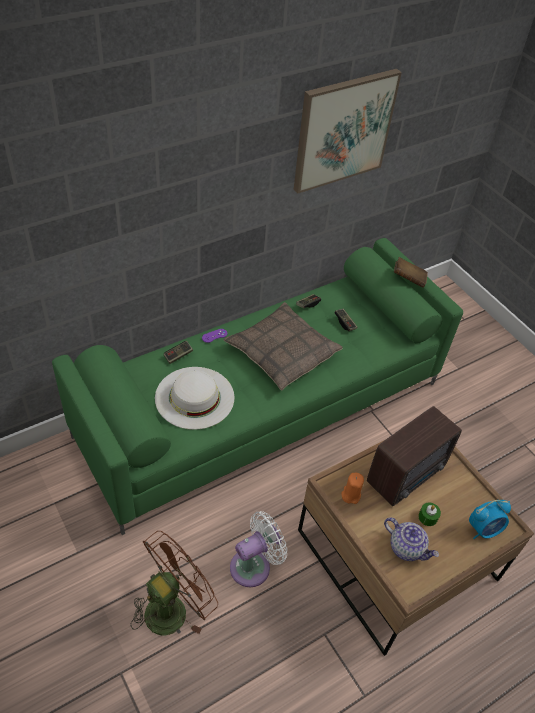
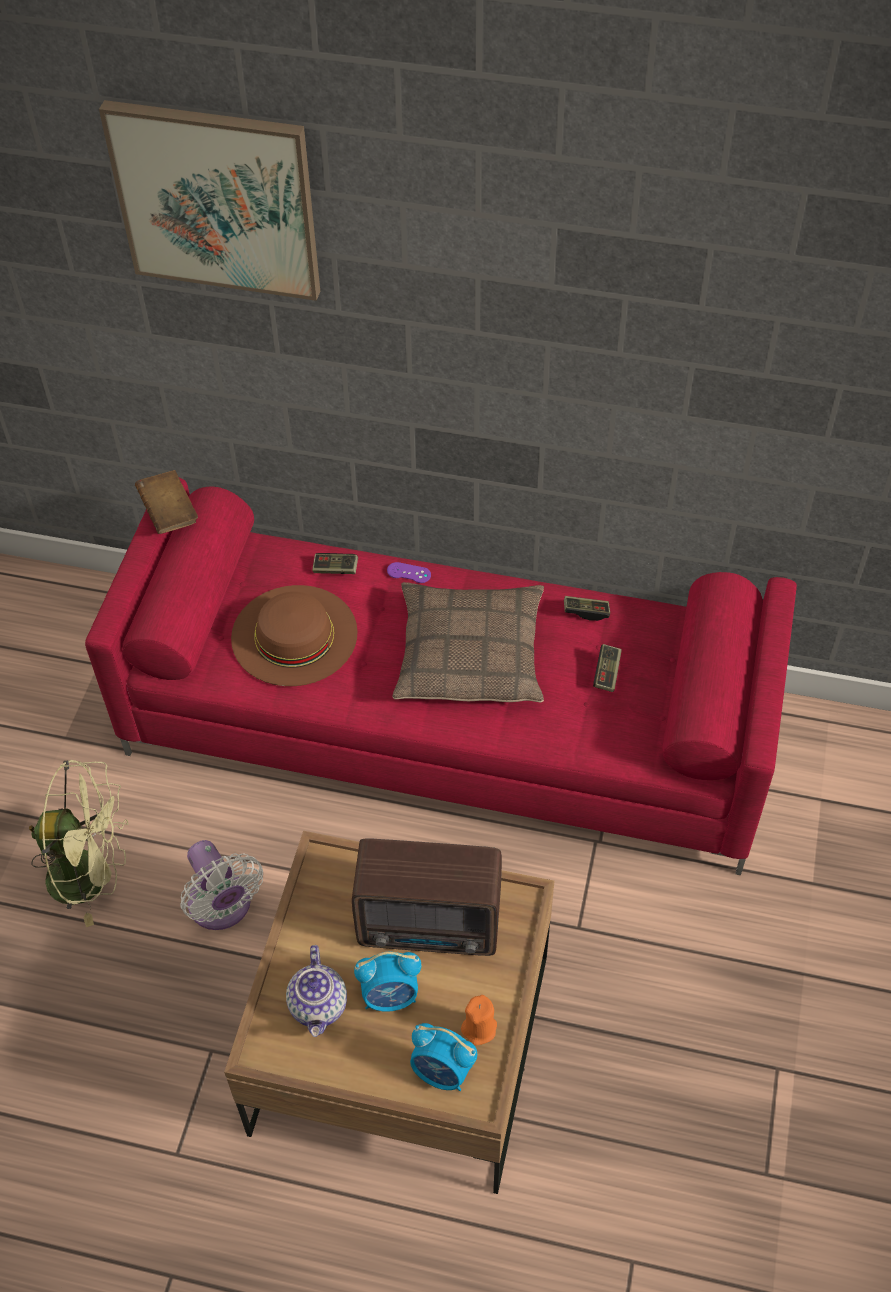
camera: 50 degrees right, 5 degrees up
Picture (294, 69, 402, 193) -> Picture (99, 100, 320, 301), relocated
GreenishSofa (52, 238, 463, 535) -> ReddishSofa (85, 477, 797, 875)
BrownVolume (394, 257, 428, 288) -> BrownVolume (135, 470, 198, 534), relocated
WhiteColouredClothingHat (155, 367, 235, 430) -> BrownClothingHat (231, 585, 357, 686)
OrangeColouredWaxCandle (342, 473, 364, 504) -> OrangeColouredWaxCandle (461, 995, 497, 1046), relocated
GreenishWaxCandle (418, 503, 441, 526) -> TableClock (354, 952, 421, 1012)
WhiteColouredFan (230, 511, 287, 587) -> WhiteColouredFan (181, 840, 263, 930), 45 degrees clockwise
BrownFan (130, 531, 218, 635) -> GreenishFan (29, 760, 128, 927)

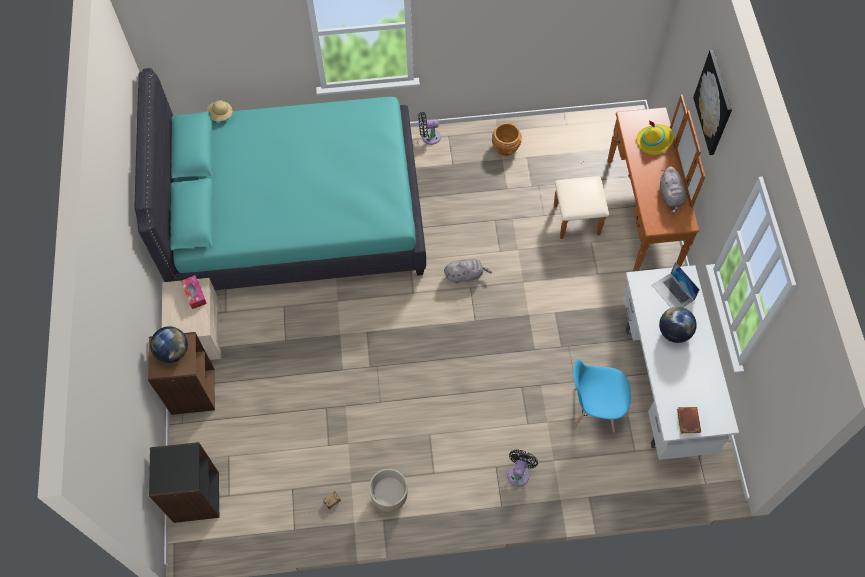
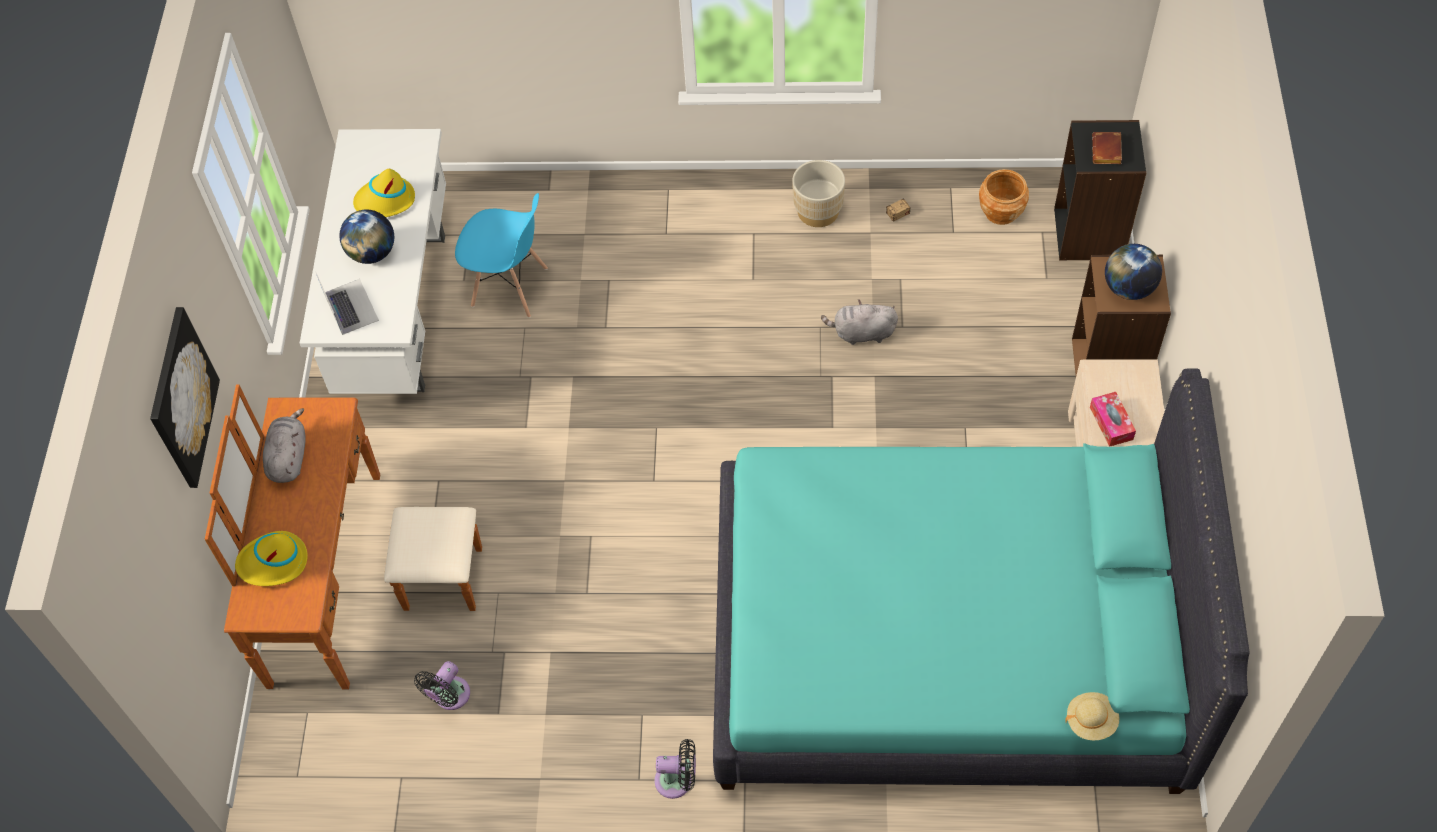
camera: 170 degrees left, 5 degrees down
BrownFlowerPot (492, 123, 522, 156) -> BrownFlowerPot (979, 169, 1029, 225), relocated
GrayCuddlyToy (444, 259, 492, 283) -> GrayCuddlyToy (821, 300, 898, 345), relocated
BrownVolume (677, 407, 701, 433) -> BrownVolume (1092, 132, 1122, 164), relocated
BlackColouredFan (508, 449, 538, 487) -> BlackColouredFan (414, 661, 470, 710), relocated
none -> YellowColouredClothingHat (353, 169, 415, 217)

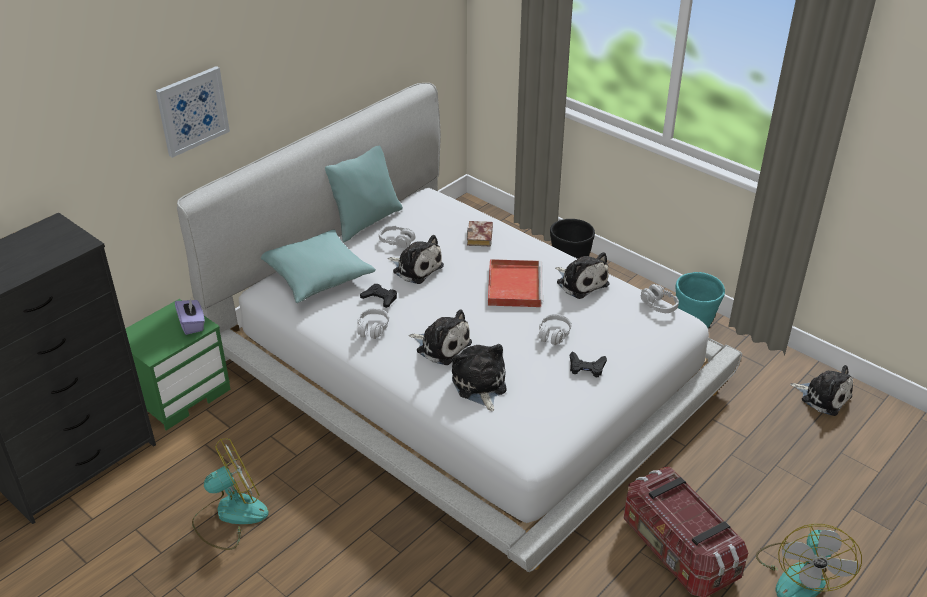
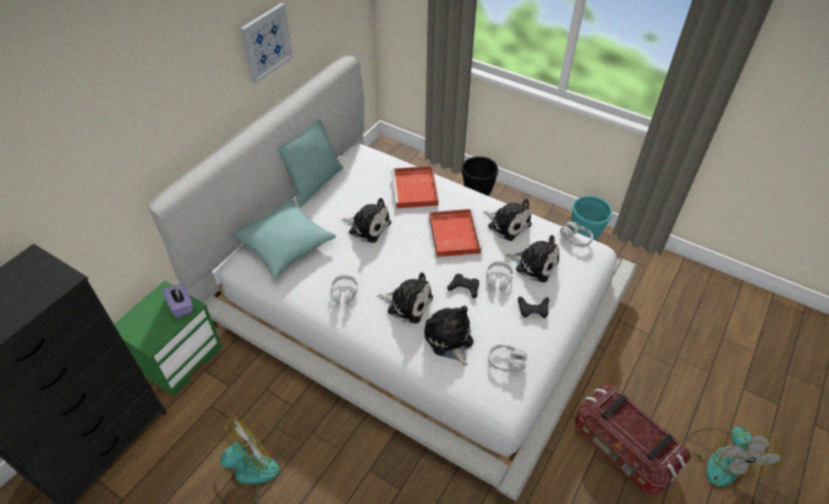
camera: 10 degrees left, 10 degrees up
Picture (156, 66, 230, 158) -> Picture (240, 3, 293, 84), relocated
Volume (467, 221, 493, 246) -> ReddishServingTray (391, 166, 439, 208)
GrayHeadphones (379, 225, 416, 248) -> GrayHeadphones (488, 344, 527, 372), relocated
BlackColouredJoypad (360, 284, 397, 308) -> BlackColouredJoypad (447, 274, 479, 298), relocated
CuddlyToy (790, 365, 853, 416) -> CuddlyToy (506, 235, 559, 283), relocated

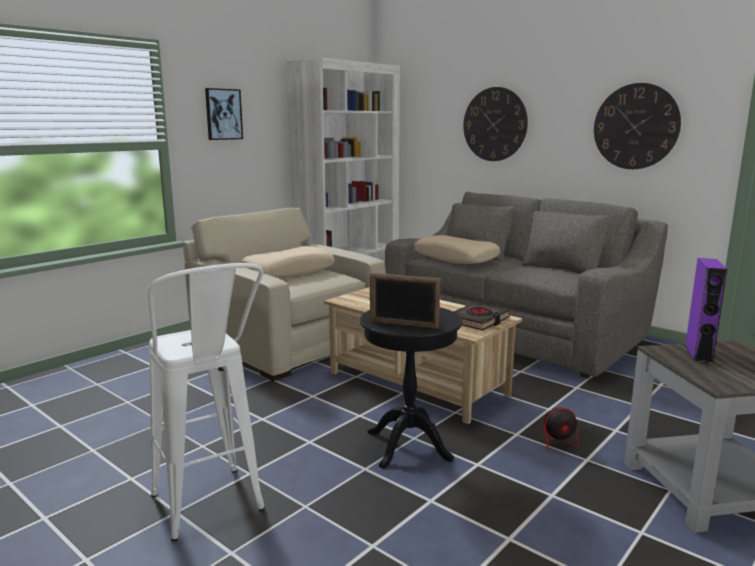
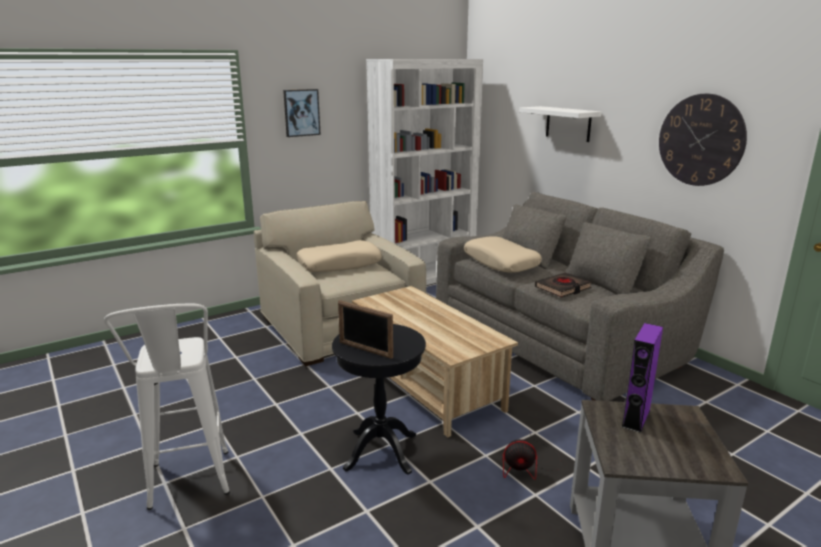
camera: 15 degrees right, 5 degrees up
HangingClock (463, 87, 528, 161) -> WhiteColouredShelf (519, 106, 602, 142)
BlackColouredVolume (453, 302, 510, 331) -> BlackColouredVolume (535, 272, 592, 298), relocated

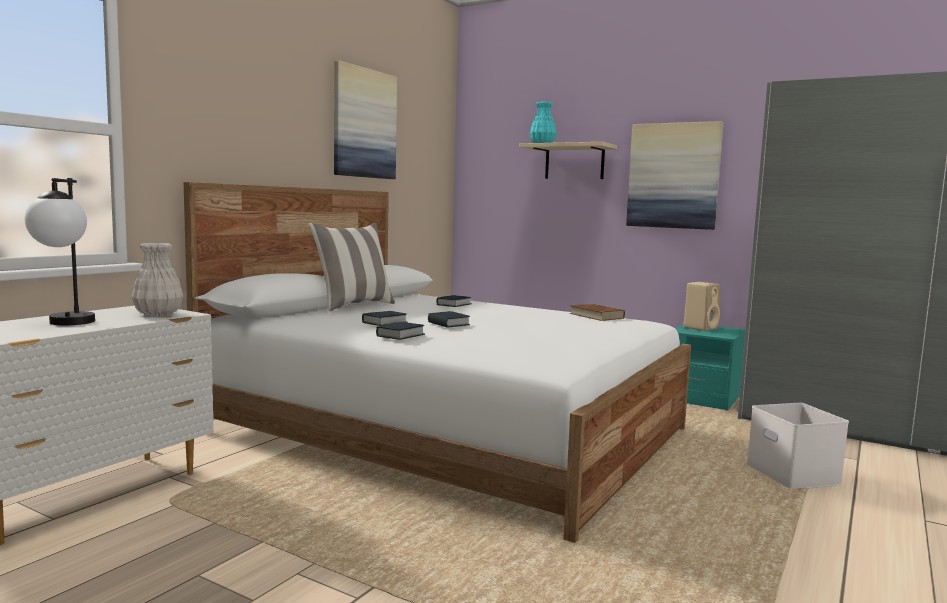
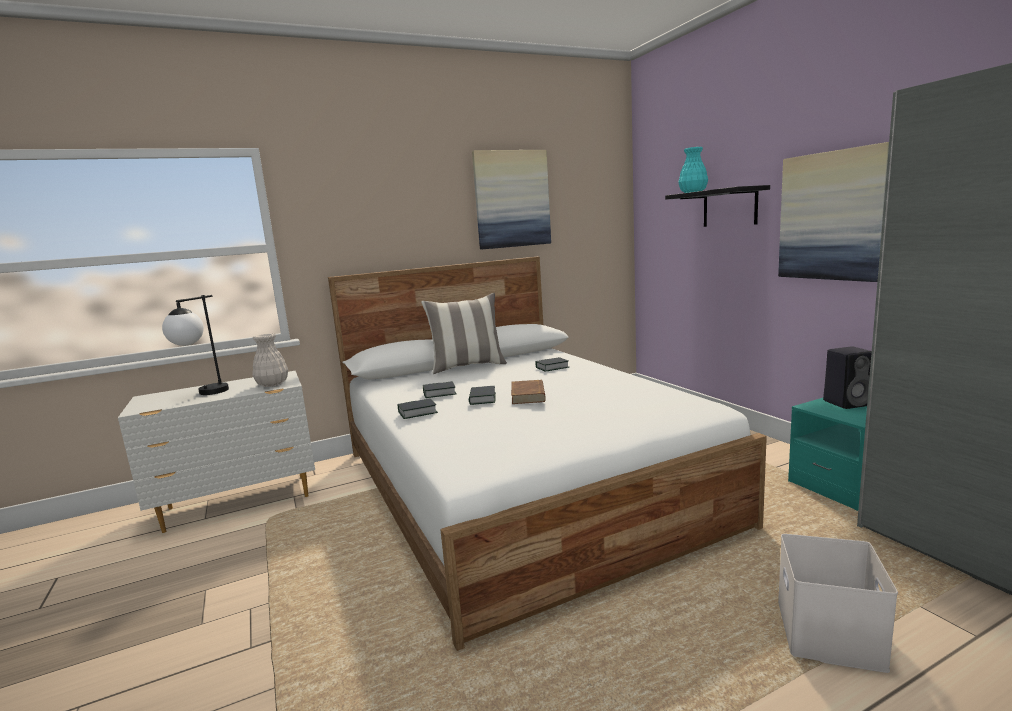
camera: 35 degrees right, 5 degrees up
SandColouredShelf (519, 142, 617, 179) -> BlackColouredShelf (665, 185, 770, 227)
SandColouredAudioSpeaker (683, 282, 720, 331) -> BlackColouredAudioSpeaker (823, 347, 872, 409)
BrownVolume (570, 304, 625, 321) -> BrownVolume (511, 380, 546, 404), relocated

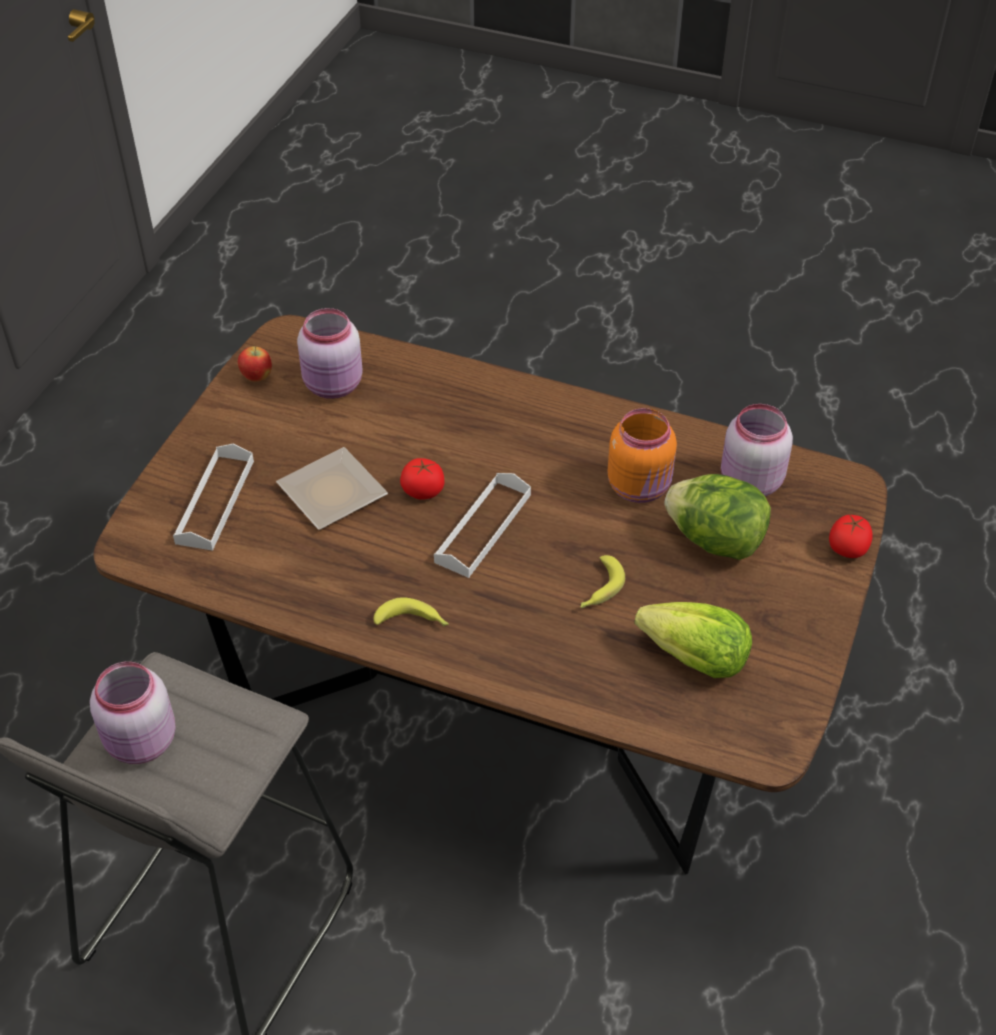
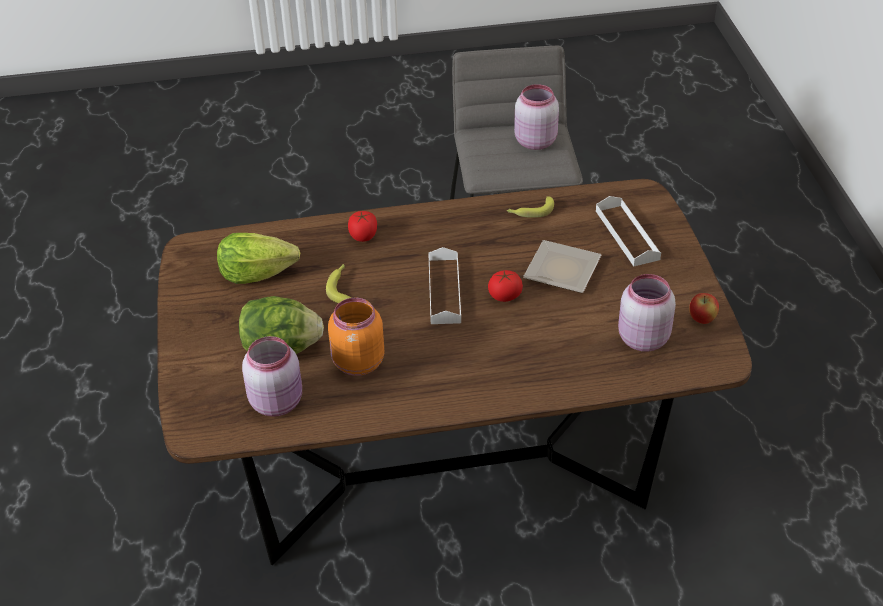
camera: 150 degrees right, 5 degrees down
FreshTomato (829, 515, 873, 558) -> FreshTomato (348, 211, 377, 242), relocated
Banana (373, 597, 449, 627) -> Banana (507, 196, 554, 218), relocated

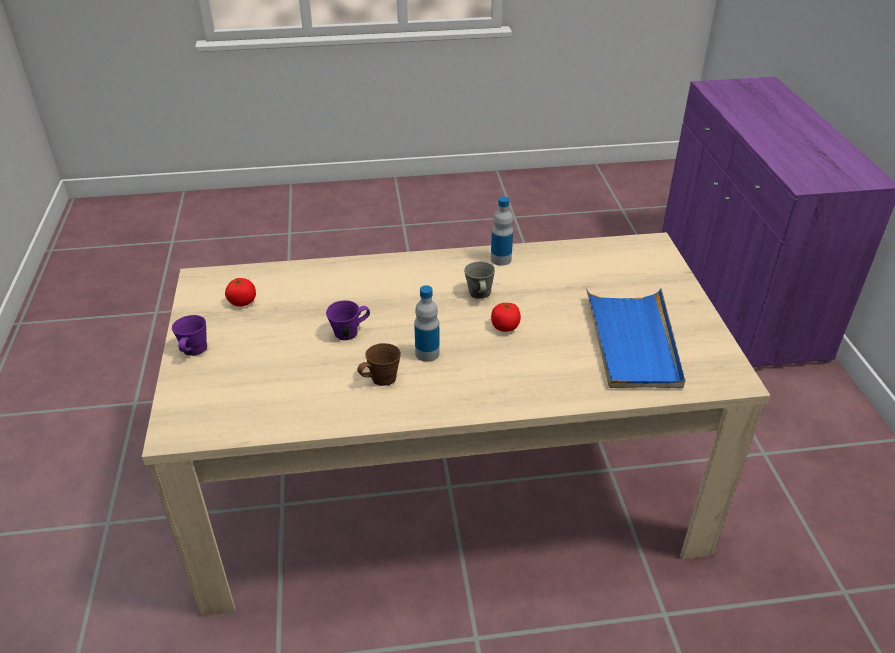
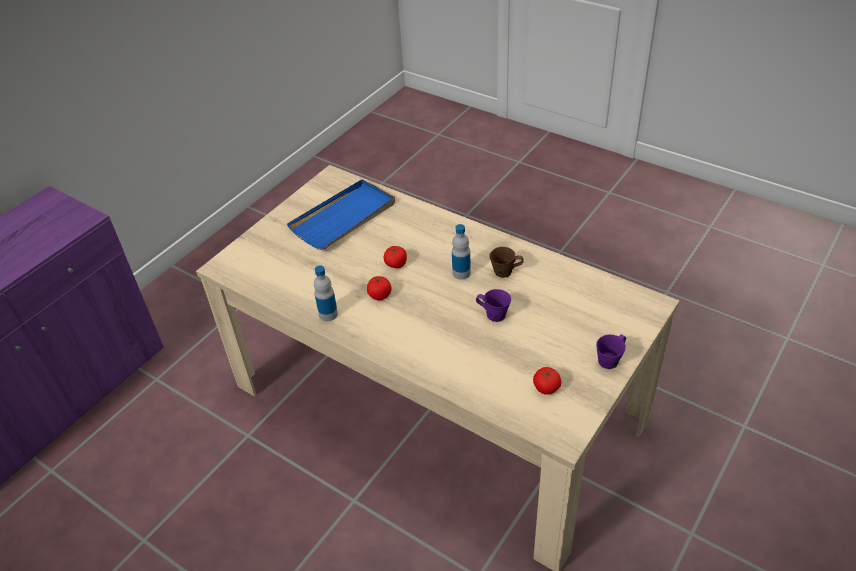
camera: 135 degrees left, 5 degrees up
GrayMug (464, 261, 495, 299) -> FreshTomato (367, 276, 392, 300)

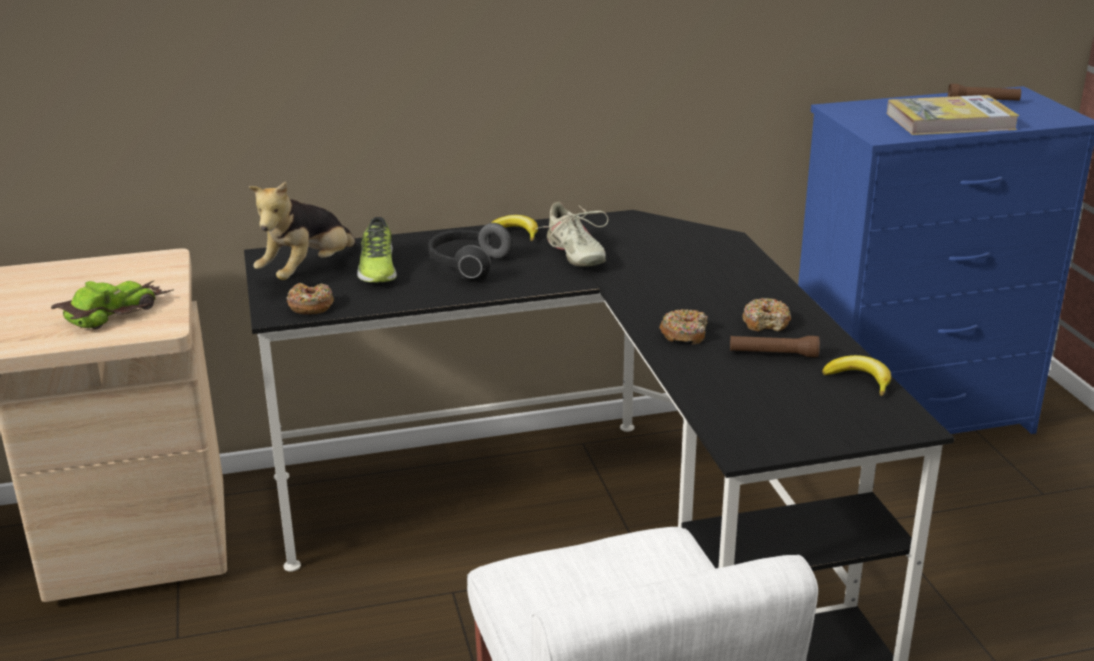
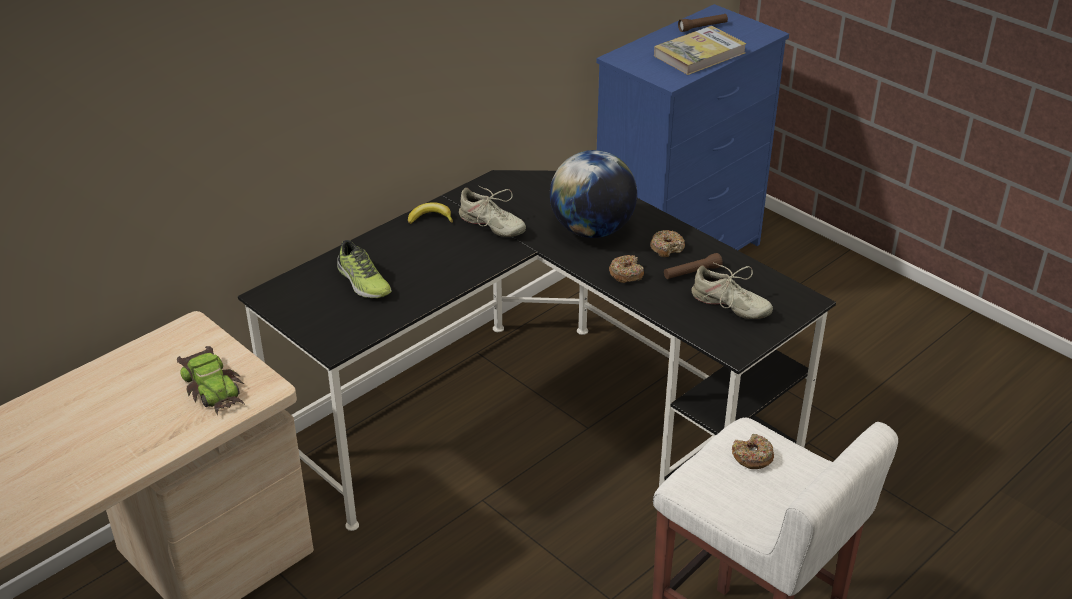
camera: 30 degrees left, 10 degrees up
CuddlyToy (249, 181, 357, 280) -> none
Headphones (429, 223, 512, 281) -> none
ToyCar (51, 281, 174, 329) -> ToyCar (177, 346, 245, 415), 135 degrees clockwise
RingDoughnut (287, 283, 334, 315) -> RingDoughnut (732, 434, 774, 469), relocated
Banana (822, 355, 891, 396) -> none
none -> WorldGlobe (550, 150, 637, 238)
none -> SandColouredLowShoe (692, 262, 773, 319)

